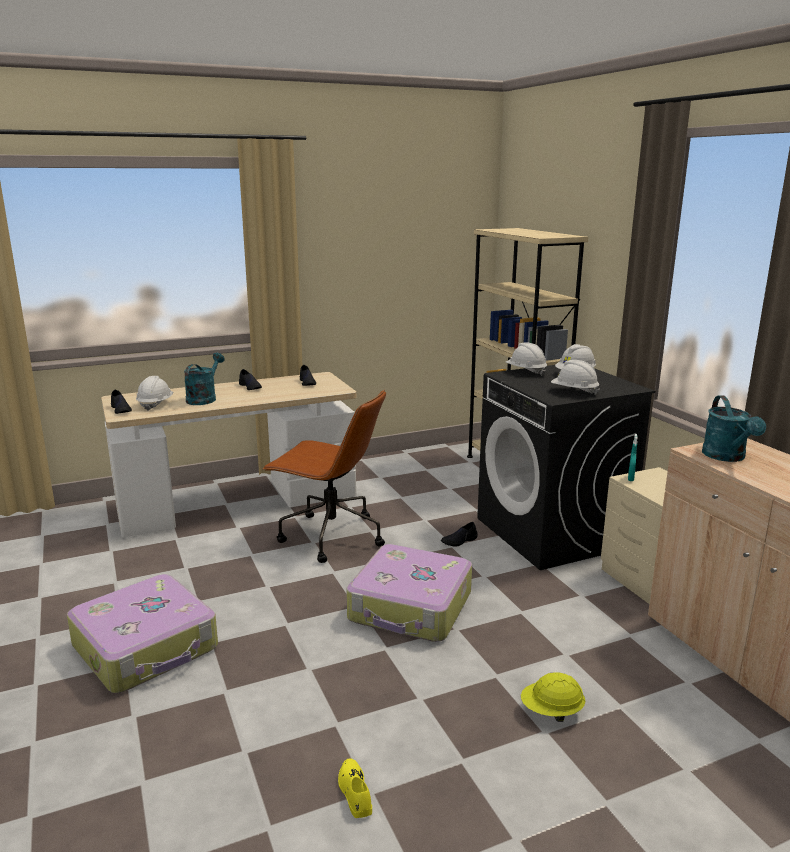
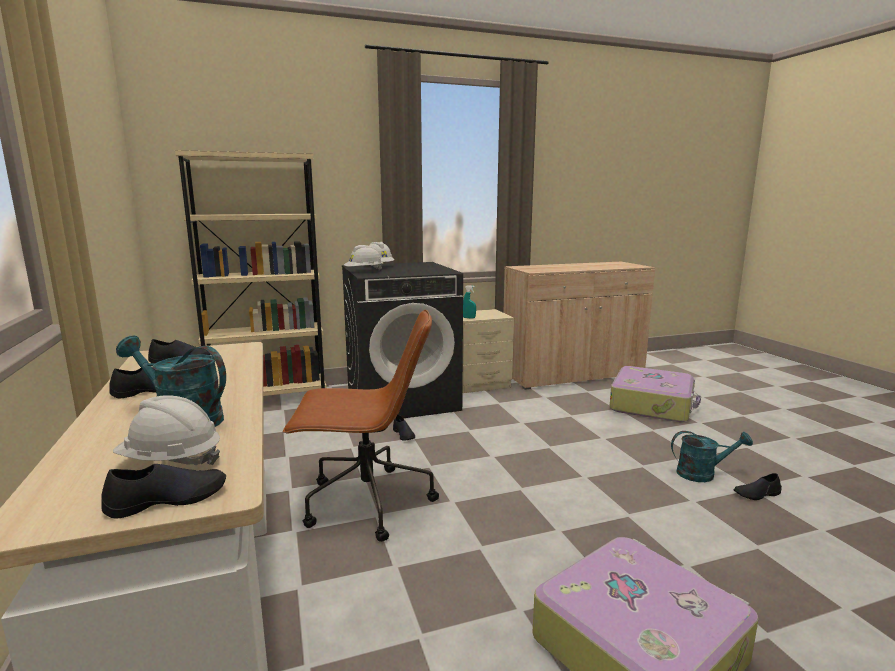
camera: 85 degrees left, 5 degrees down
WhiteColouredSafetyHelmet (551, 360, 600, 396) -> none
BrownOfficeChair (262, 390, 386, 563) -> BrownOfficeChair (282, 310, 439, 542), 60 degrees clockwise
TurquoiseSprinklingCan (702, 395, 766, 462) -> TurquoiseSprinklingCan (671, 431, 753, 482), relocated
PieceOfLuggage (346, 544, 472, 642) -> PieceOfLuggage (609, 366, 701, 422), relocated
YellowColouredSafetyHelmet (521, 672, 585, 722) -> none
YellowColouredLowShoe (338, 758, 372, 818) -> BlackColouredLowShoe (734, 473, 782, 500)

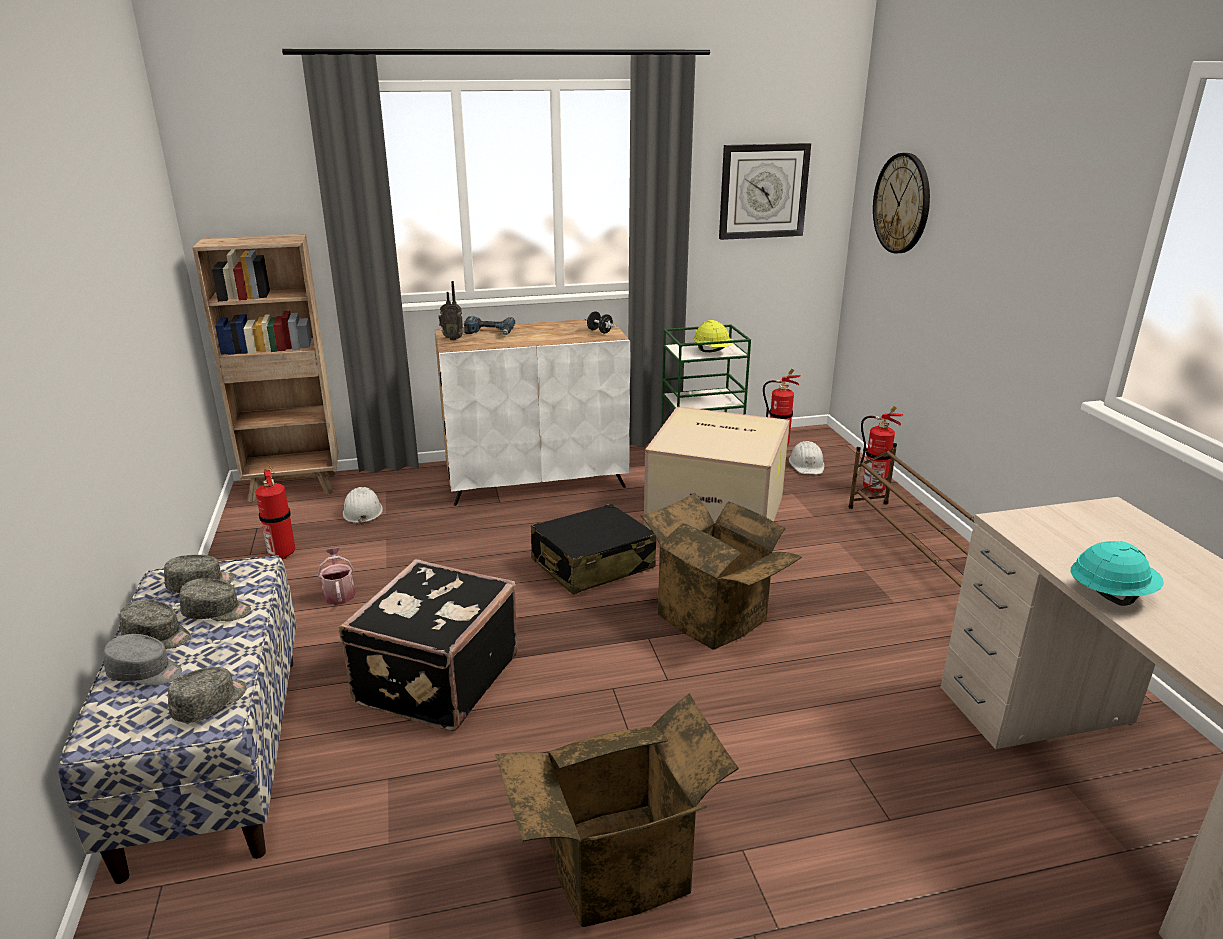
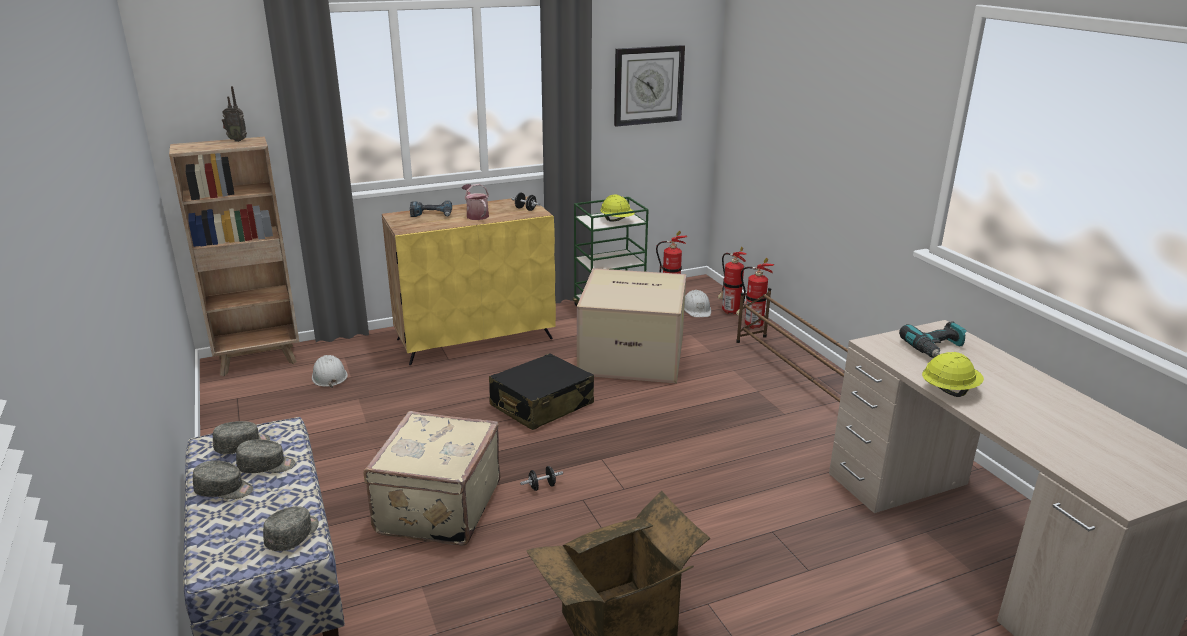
camera: 10 degrees left, 0 degrees up
HangingClock (873, 153, 930, 253) -> none
RadioReceiver (438, 281, 464, 340) -> RadioReceiver (222, 86, 247, 142), relocated
WhiteColouredCabinet (435, 319, 630, 506) -> YellowColouredCabinet (382, 197, 556, 365)
FireFightingCylinder (256, 463, 295, 559) -> FireFightingCylinder (718, 246, 747, 314), relocated
PackingBox (641, 493, 802, 650) -> none
TurquoiseSafetyHelmet (1071, 541, 1164, 606) -> YellowColouredSafetyHelmet (922, 352, 984, 397)
SprinklingCan (318, 548, 356, 605) -> SprinklingCan (462, 184, 489, 220), relocated
BlackColouredPieceOfLuggage (339, 559, 518, 731) -> SandColouredPieceOfLuggage (364, 411, 501, 546)
GrayBaseballCap (104, 634, 182, 686) -> none
none -> ElectricDrill (899, 321, 967, 358)
none -> BlackColouredFreeWeight (520, 466, 563, 491)

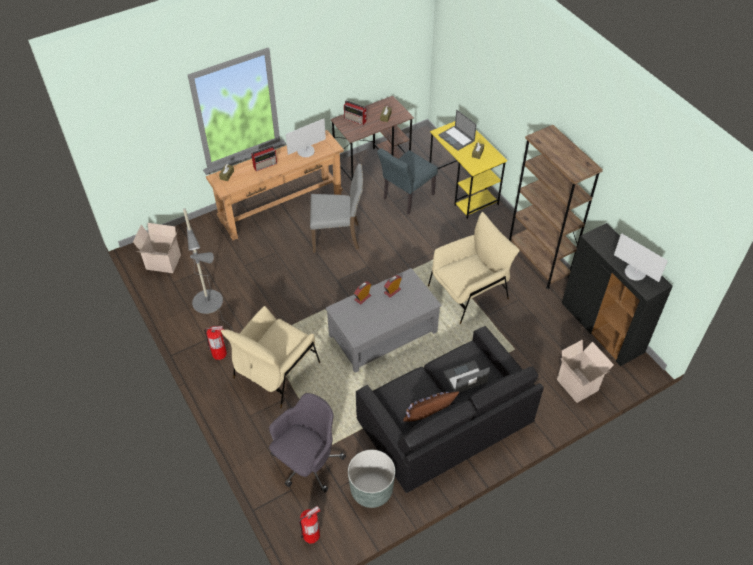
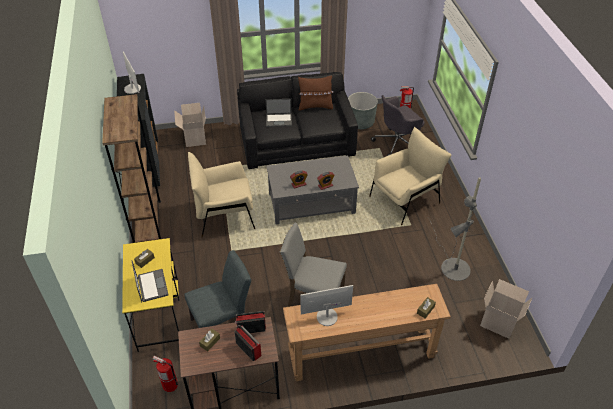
camera: 160 degrees left, 5 degrees down
RadioReceiver (251, 146, 277, 171) -> RadioReceiver (235, 311, 266, 333), relocated
FireFightingCylinder (204, 326, 227, 360) -> FireFightingCylinder (152, 355, 179, 392), relocated

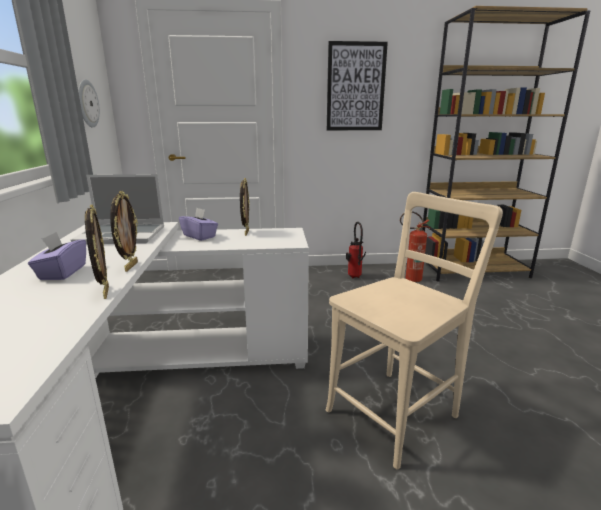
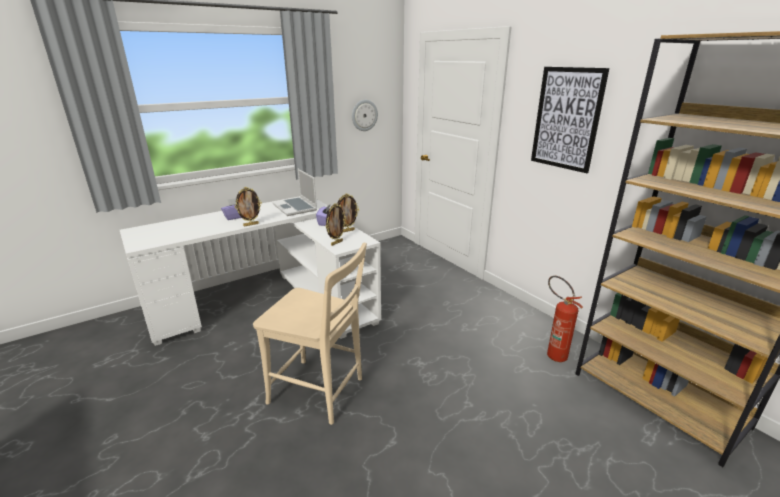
camera: 60 degrees right, 5 degrees up
PhotoFrame (85, 204, 109, 299) -> PhotoFrame (326, 203, 346, 246), relocated
FireFightingCylinder (346, 222, 366, 278) -> none

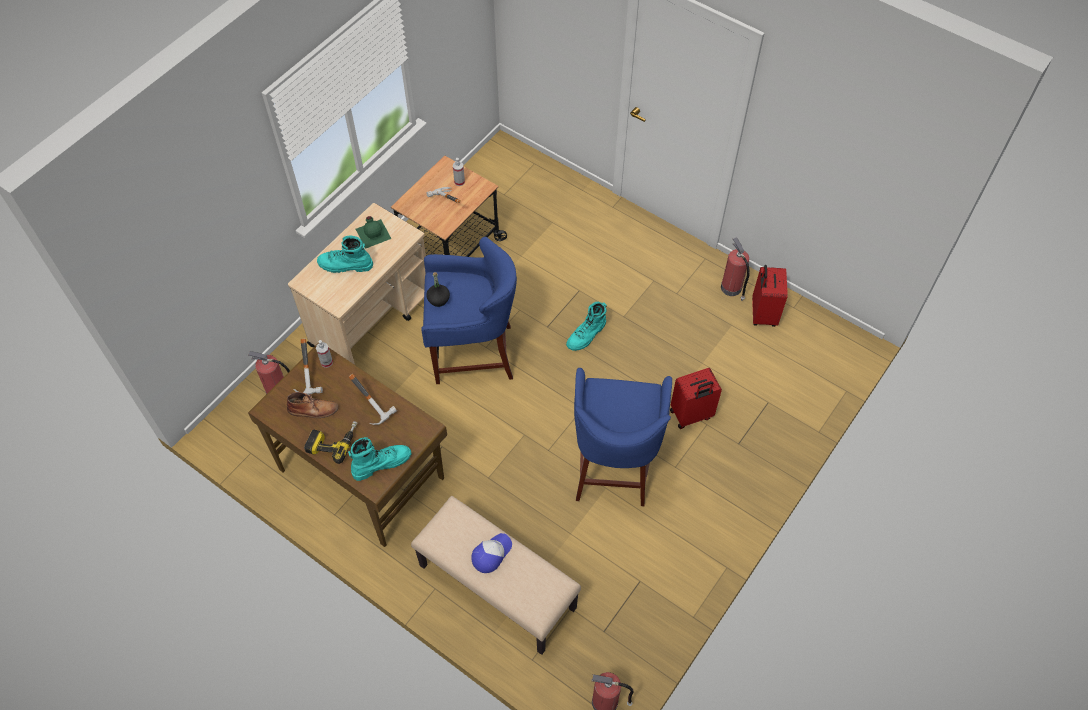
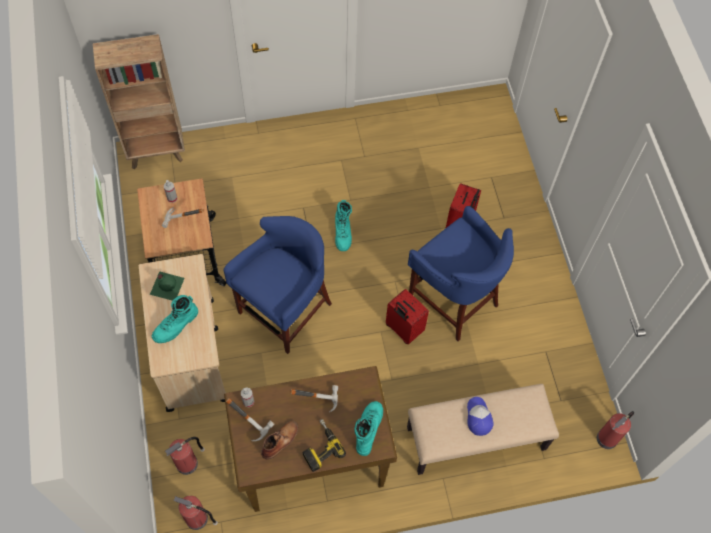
camera: 50 degrees left, 5 degrees up
FireFightingCylinder (721, 237, 750, 301) -> FireFightingCylinder (173, 496, 218, 530), relocated
ReddishPieceOfLuggage (752, 265, 788, 327) -> ReddishPieceOfLuggage (386, 289, 429, 345), relocated
BlackColouredBeverageBottle (426, 272, 450, 307) -> none
none -> BrownBookcase (93, 34, 185, 169)

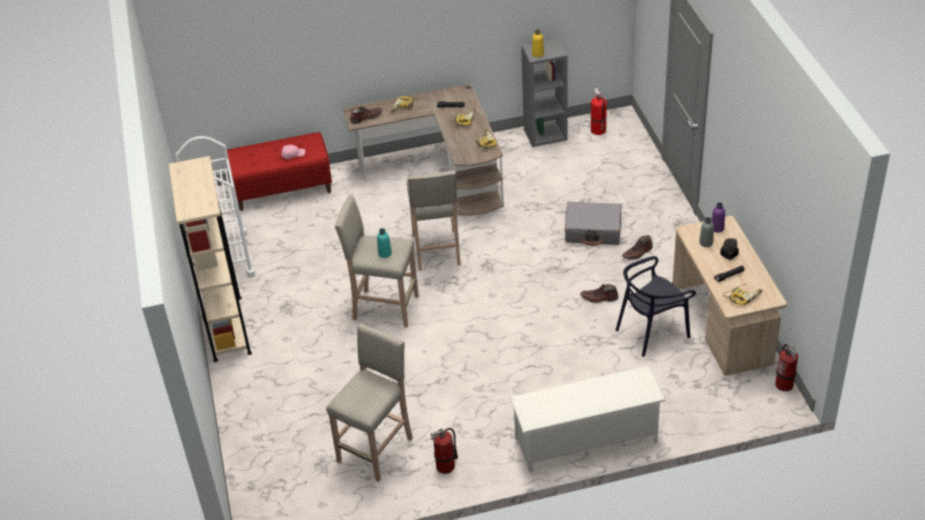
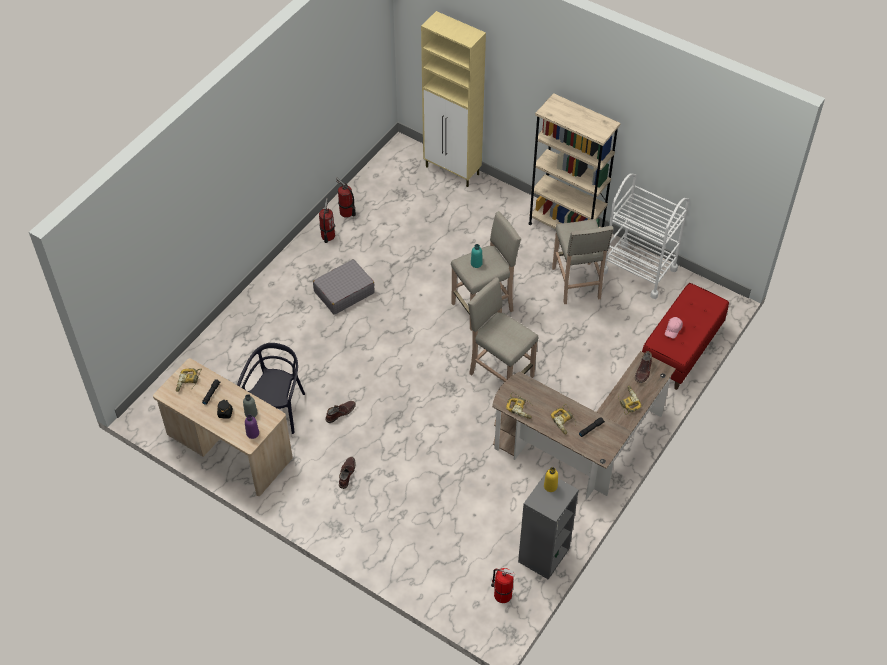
camera: 135 degrees right, 10 degrees up
GrayPieceOfLuggage (565, 202, 621, 246) -> GrayPieceOfLuggage (313, 259, 375, 315), relocated
SandColouredSittingStool (326, 323, 413, 482) -> SandColouredSittingStool (552, 219, 613, 304), relocated
FireFightingCylinder (775, 344, 798, 391) -> FireFightingCylinder (336, 178, 356, 218), relocated
WhiteColouredShoeShelf (510, 366, 666, 473) -> none
none -> SandColouredCabinet (421, 11, 486, 187)

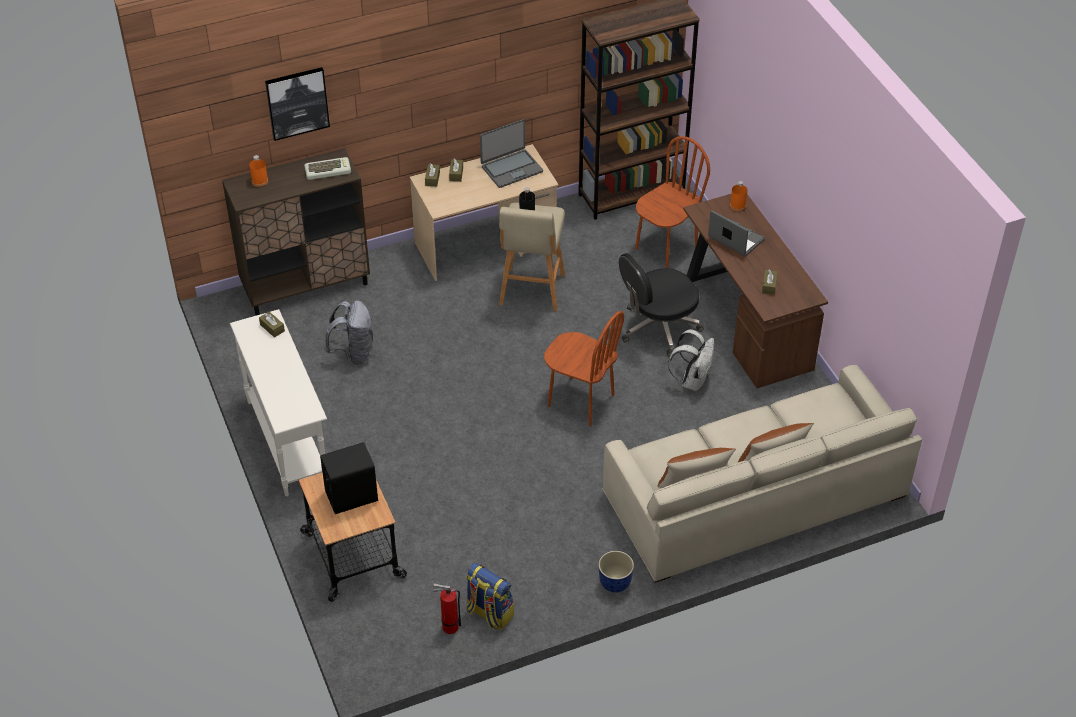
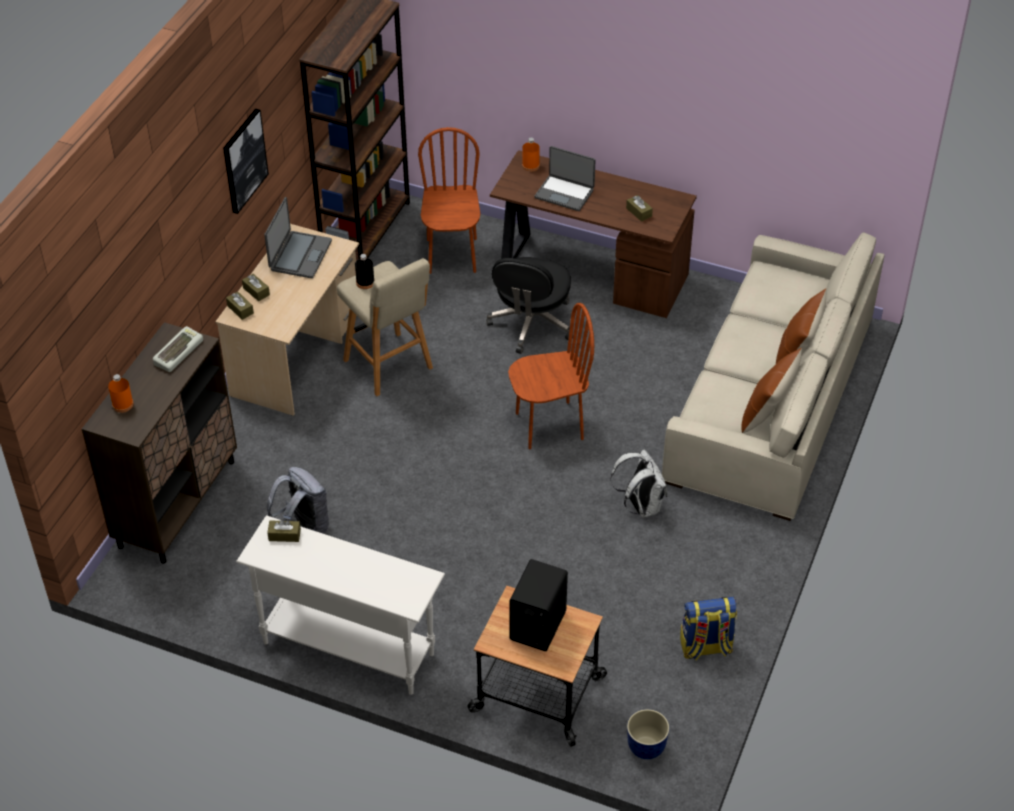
camera: 45 degrees left, 0 degrees up
Picture (265, 67, 330, 141) -> Picture (223, 109, 269, 214), relocated
PortableComputer (708, 210, 765, 257) -> PortableComputer (534, 146, 596, 211), 150 degrees counterclockwise
WhiteColouredKnapsack (668, 329, 714, 391) -> WhiteColouredKnapsack (610, 449, 667, 518), relocated
FlowerPot (598, 551, 634, 593) -> FlowerPot (627, 709, 670, 759), relocated
FireFightingCylinder (432, 584, 461, 634) -> none

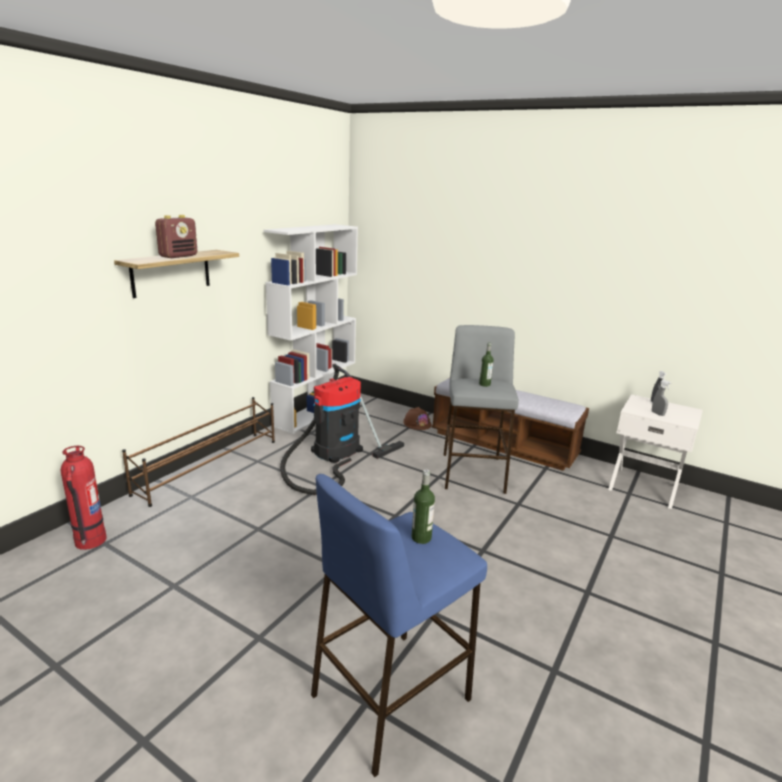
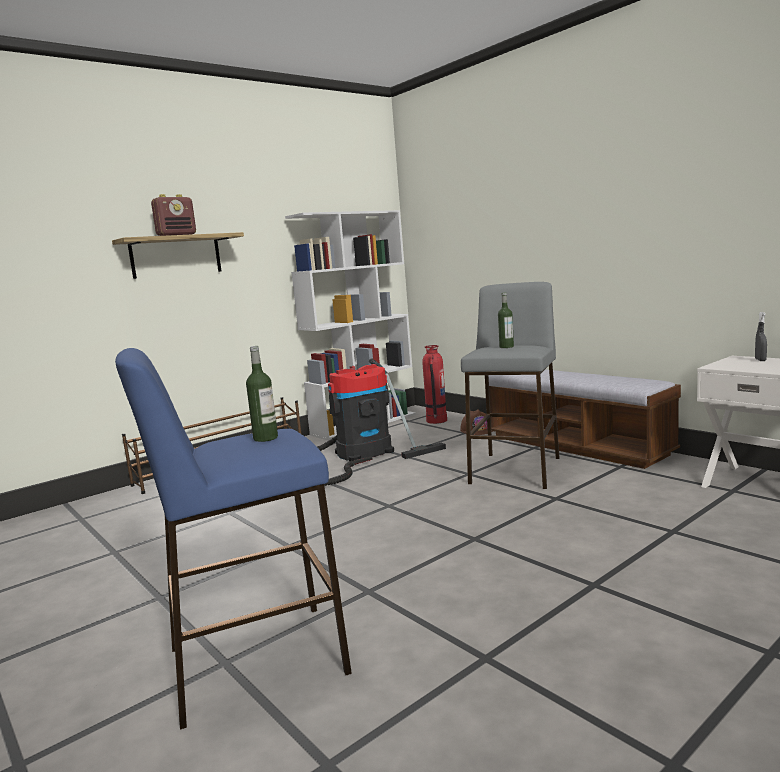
camera: 20 degrees right, 10 degrees down
GraySprayer (652, 380, 671, 416) -> none
FireFightingCylinder (61, 446, 107, 550) -> FireFightingCylinder (422, 345, 447, 424), relocated

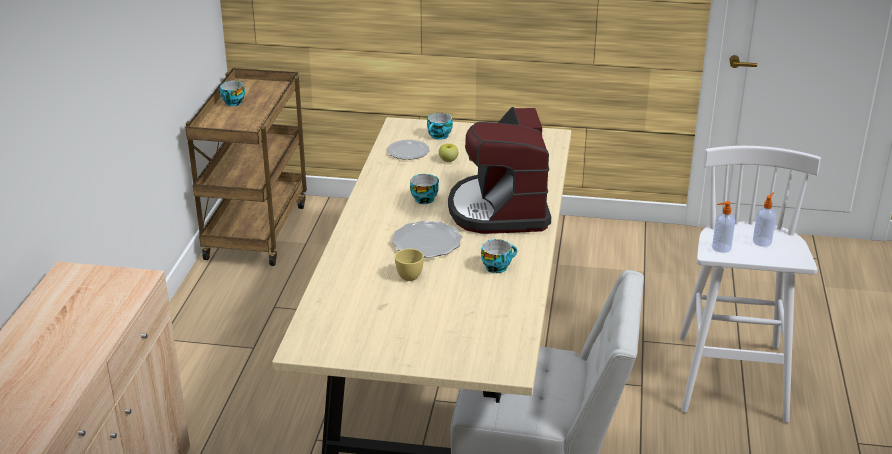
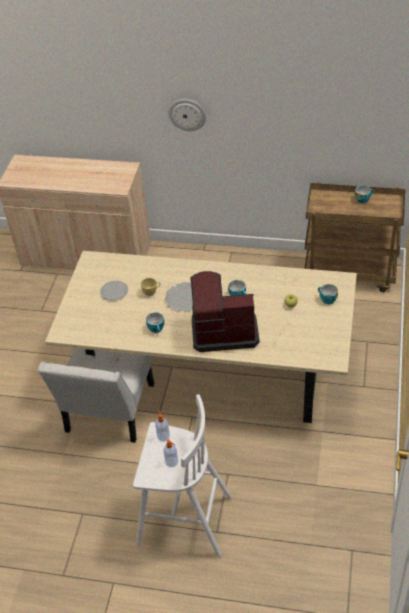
camera: 95 degrees right, 15 degrees up
Plate (387, 140, 430, 160) -> Plate (100, 281, 128, 301), relocated
none -> HangingClock (168, 99, 206, 131)

